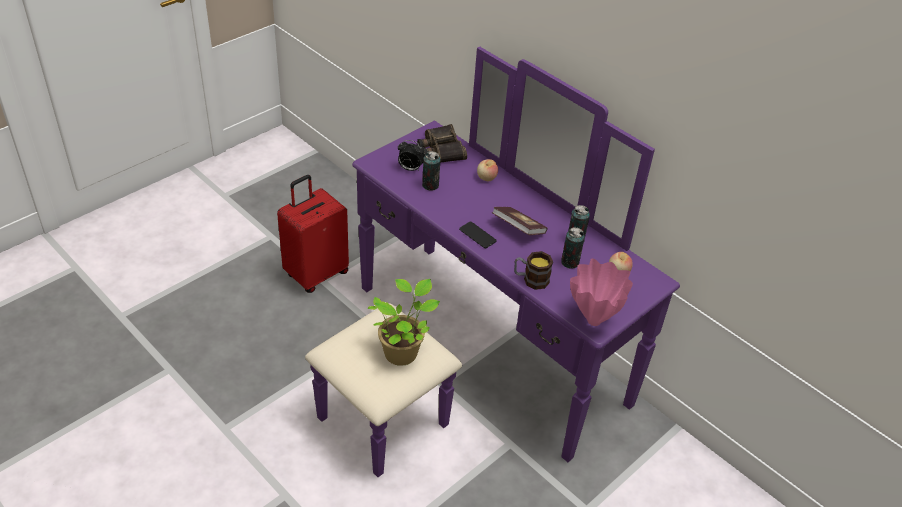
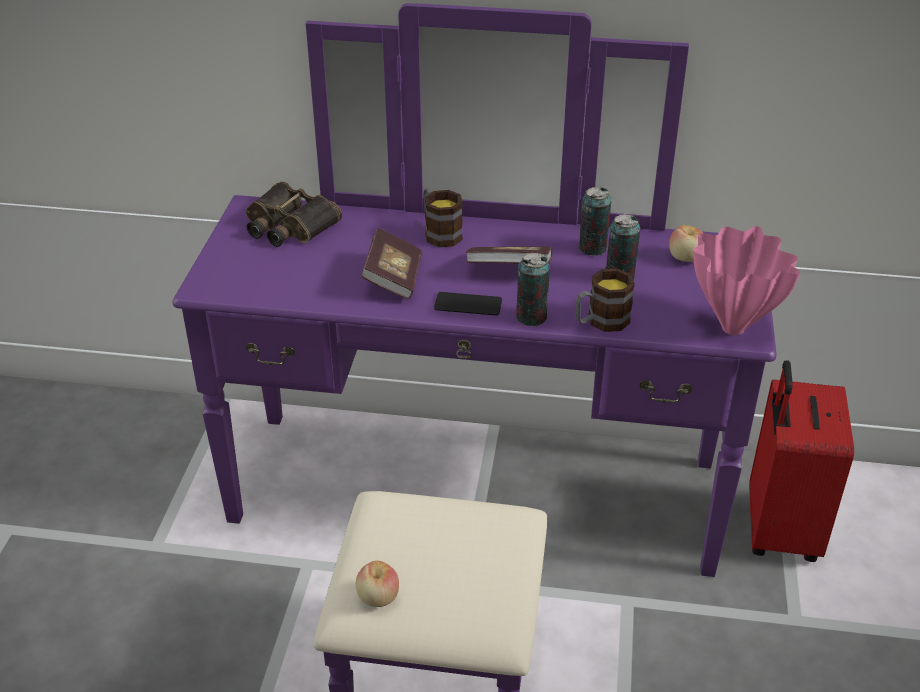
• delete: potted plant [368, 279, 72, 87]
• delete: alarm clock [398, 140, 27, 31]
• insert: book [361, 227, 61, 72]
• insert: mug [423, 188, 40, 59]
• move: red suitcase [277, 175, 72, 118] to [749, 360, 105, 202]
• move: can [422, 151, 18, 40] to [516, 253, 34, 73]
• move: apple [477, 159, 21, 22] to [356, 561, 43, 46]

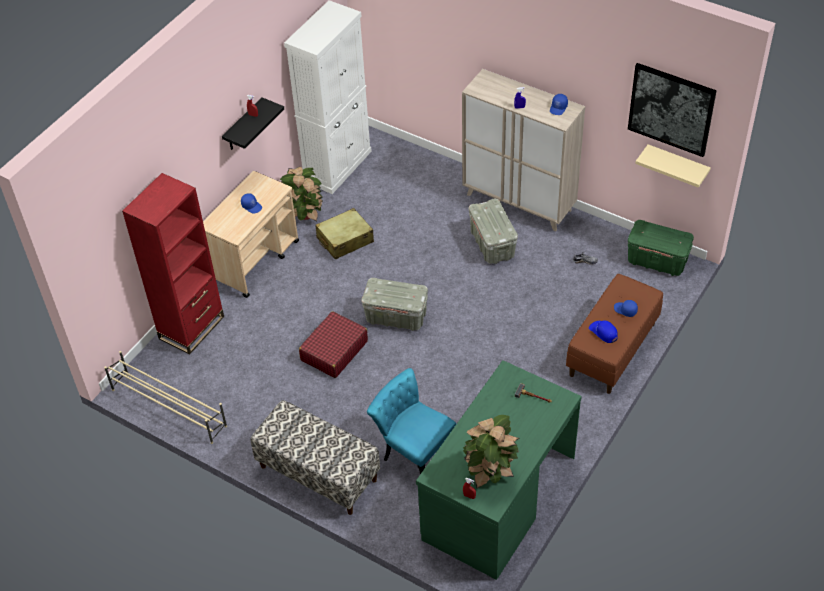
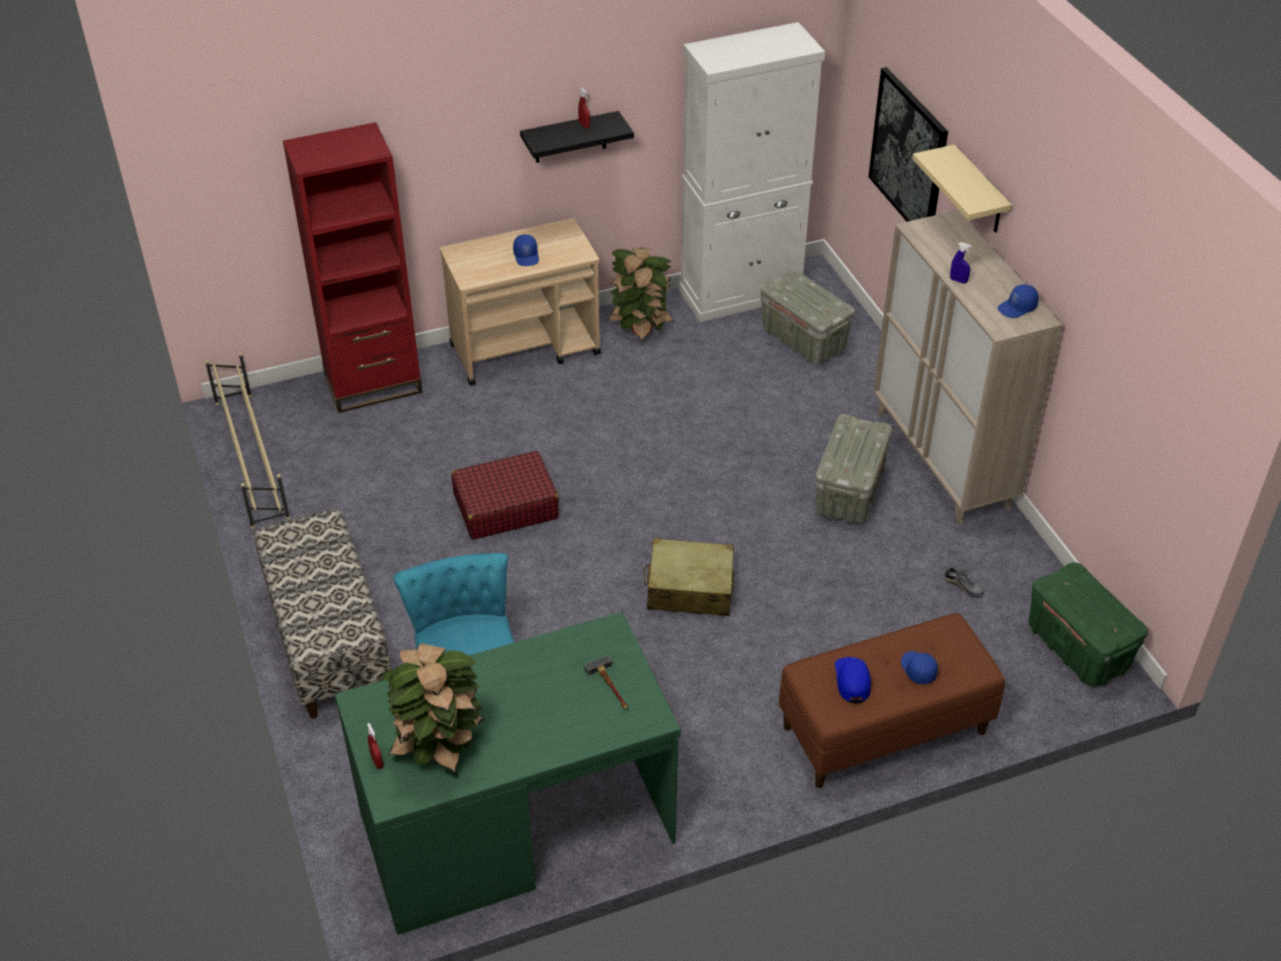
• move: beige suitcase [315, 208, 59, 52] to [644, 538, 90, 78]
• move: grey storage box [361, 278, 67, 53] to [760, 270, 95, 94]
• move: picture [628, 63, 89, 94] to [868, 67, 80, 155]
• move: beige shelf [635, 144, 76, 44] to [912, 145, 100, 88]

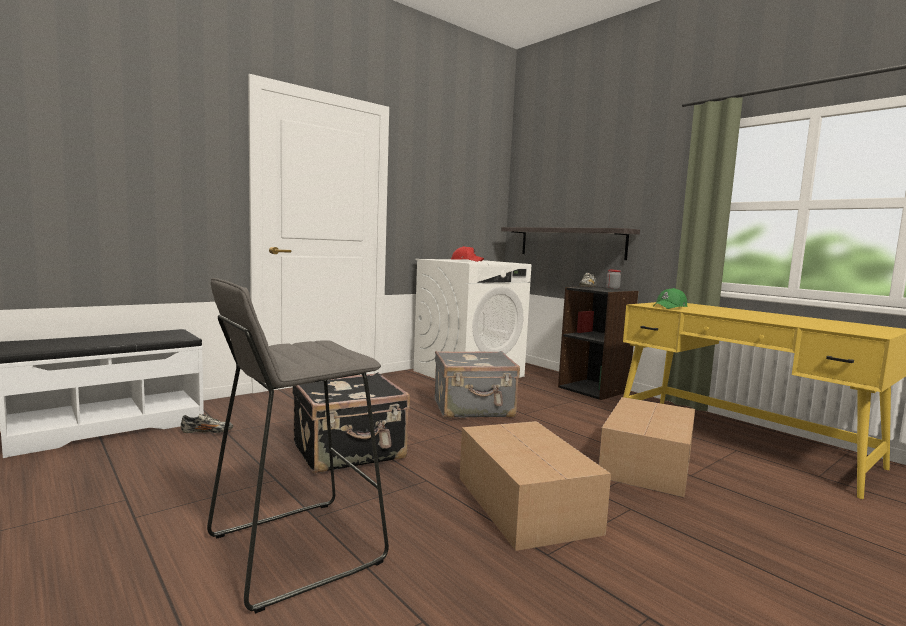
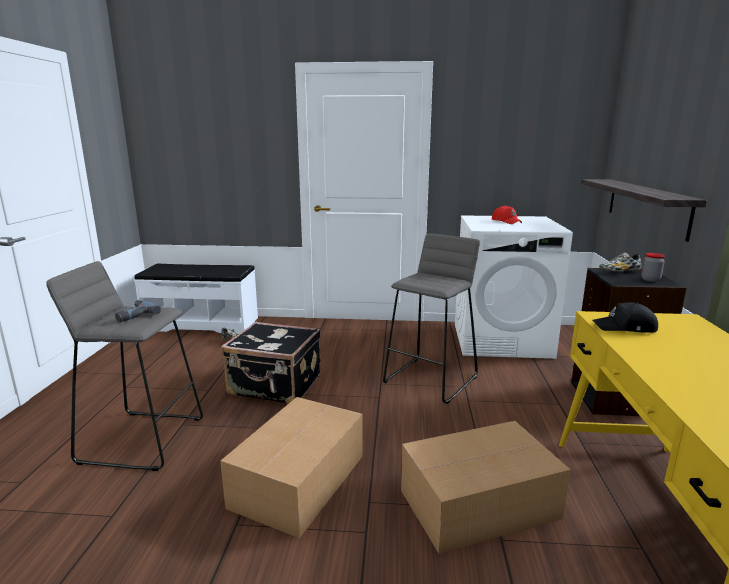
• insert: power drill [115, 300, 46, 22]
• replace: grey suitcase [435, 351, 85, 67] to grey stool [383, 233, 97, 171]
• recolor: green cap [653, 288, 34, 21] to black cap [592, 302, 66, 31]

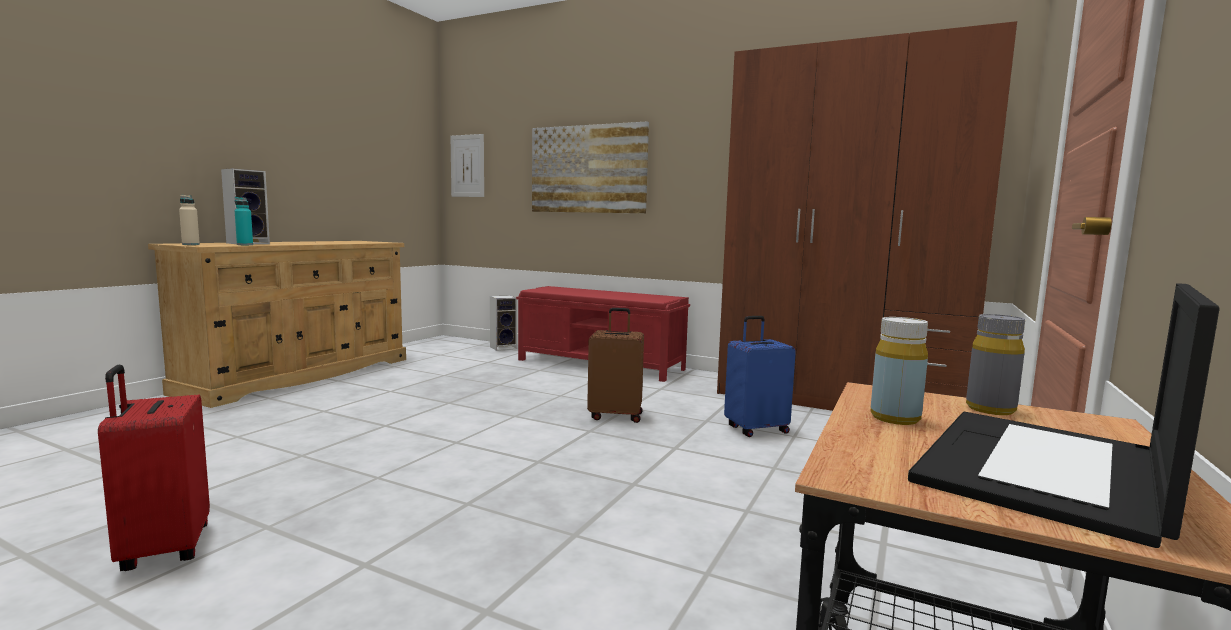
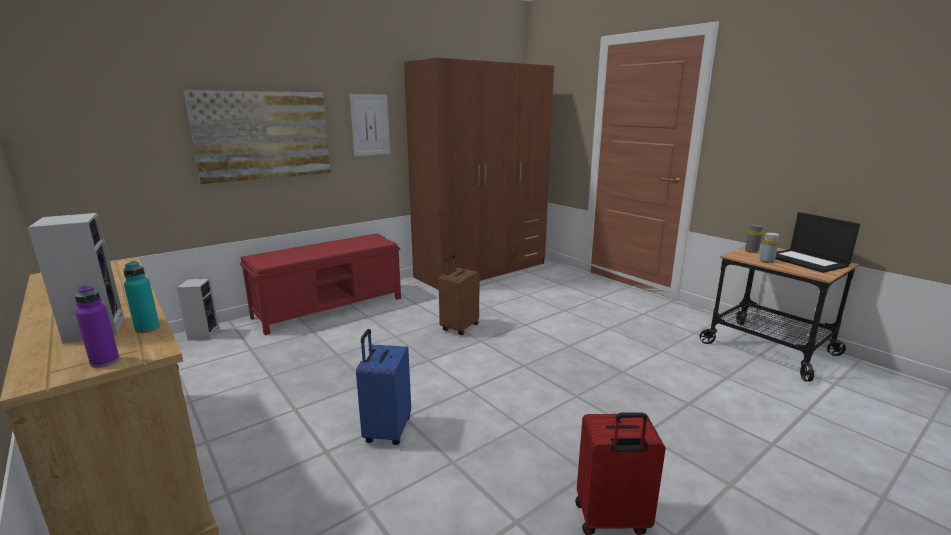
• move: picture [451, 134, 33, 63] to [350, 94, 40, 62]
• move: blue suitcase [724, 316, 72, 121] to [356, 329, 55, 116]
• recolor: beige bottle [179, 195, 21, 50] to purple bottle [75, 285, 45, 83]

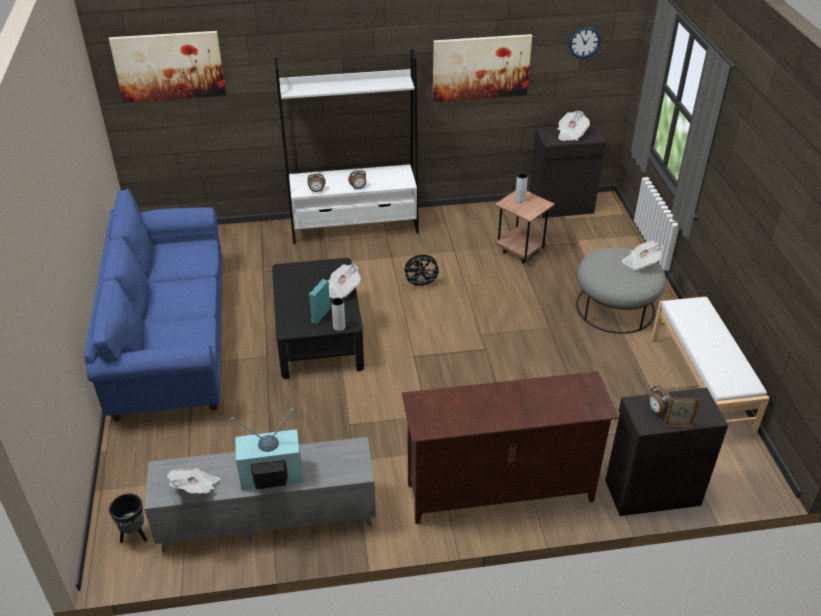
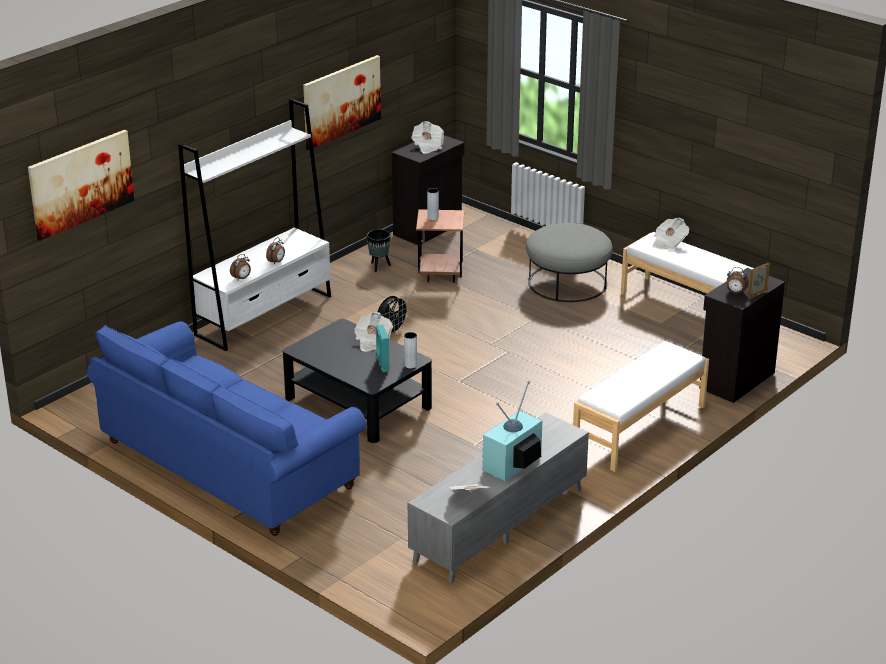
• delete: wall clock [569, 27, 31, 31]
• move: black planter [109, 494, 38, 49] to [367, 229, 24, 43]
• move: newspaper [622, 241, 42, 30] to [652, 218, 37, 32]
• replace: brown tv stand [402, 371, 217, 153] to white bench [573, 341, 136, 131]

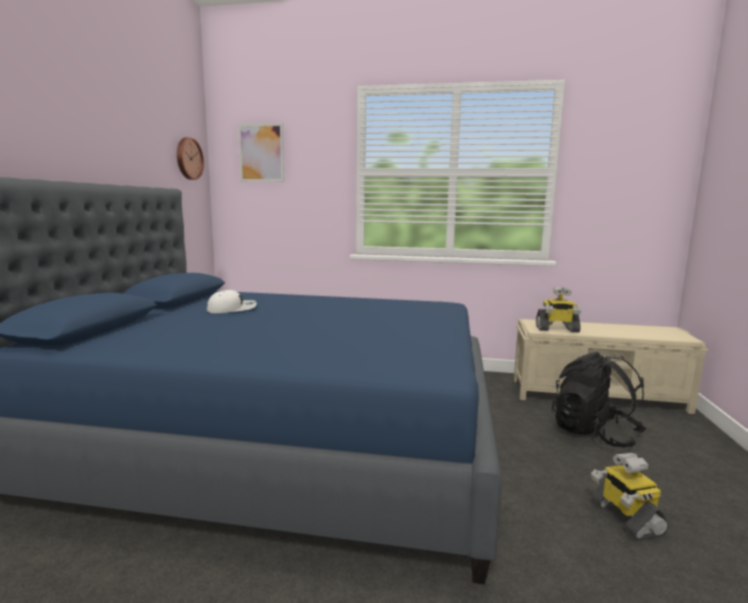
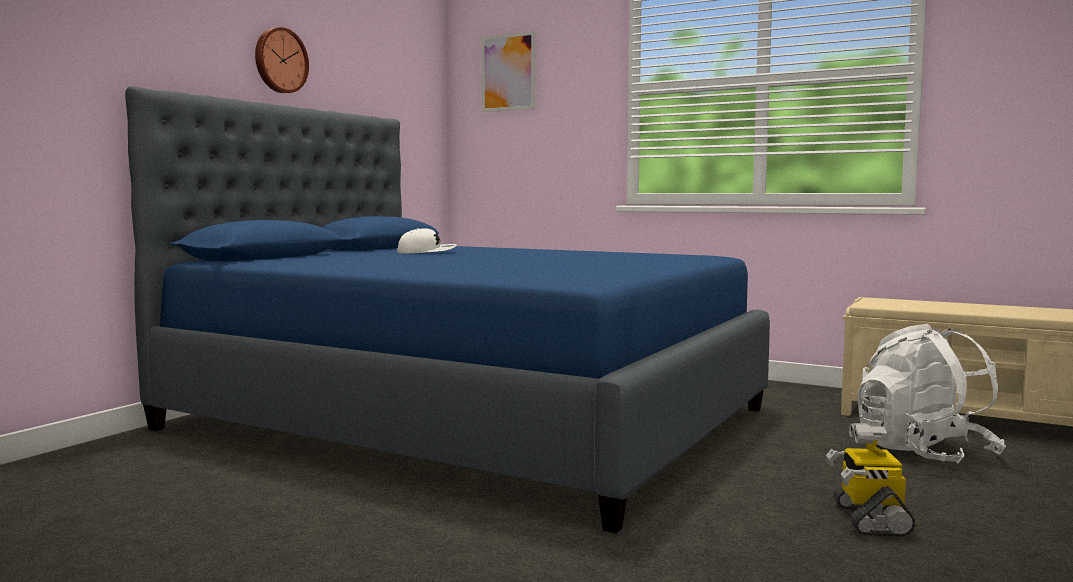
• delete: toy robot [536, 287, 45, 45]
• move: wall clock [177, 137, 27, 43] to [255, 27, 54, 66]
• recolor: black backpack [552, 352, 95, 96] to white backpack [857, 324, 149, 140]

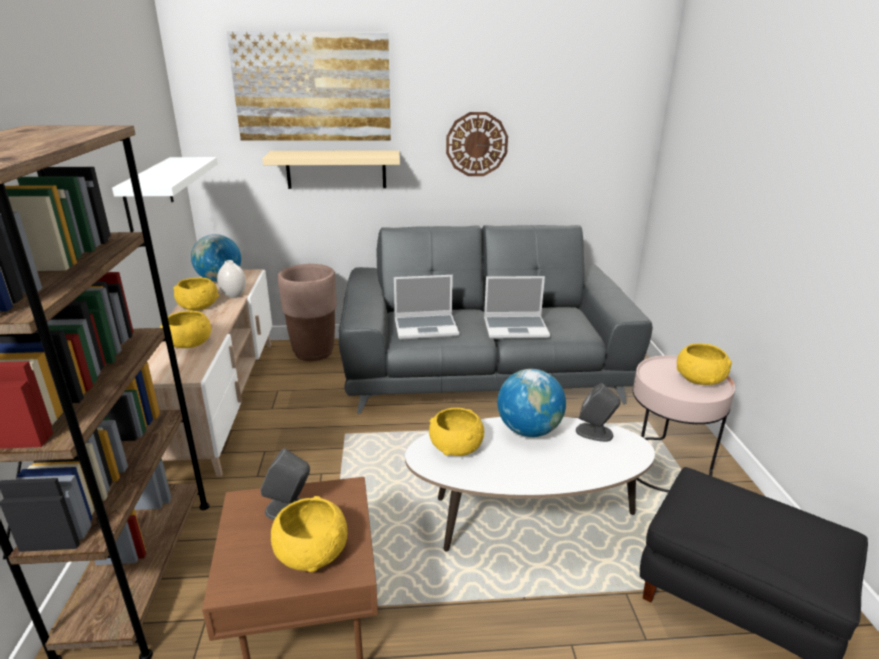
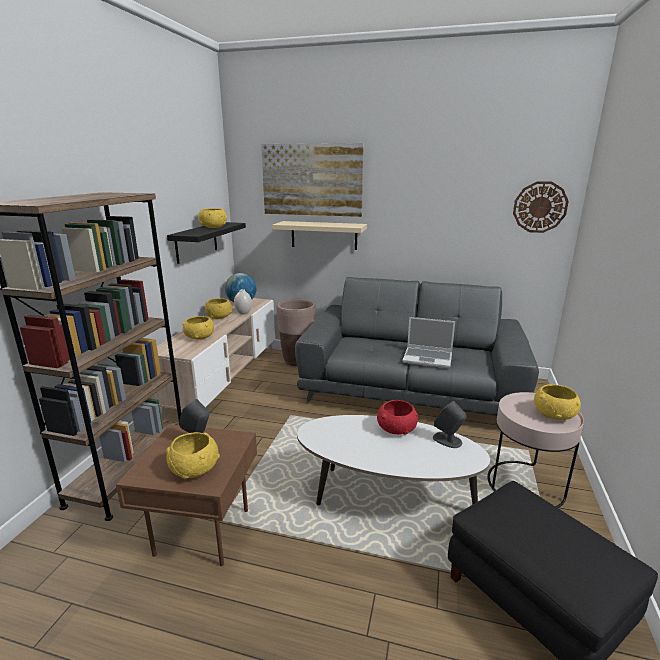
• delete: laptop [394, 275, 65, 64]
• move: yellow bowl [429, 408, 55, 48] to [198, 208, 29, 20]
• move: wall clock [446, 112, 62, 64] to [513, 181, 56, 52]
• replace: globe [497, 369, 69, 68] to red bowl [377, 400, 41, 35]
• recolor: white shelf [112, 157, 106, 75] to black shelf [167, 222, 79, 42]

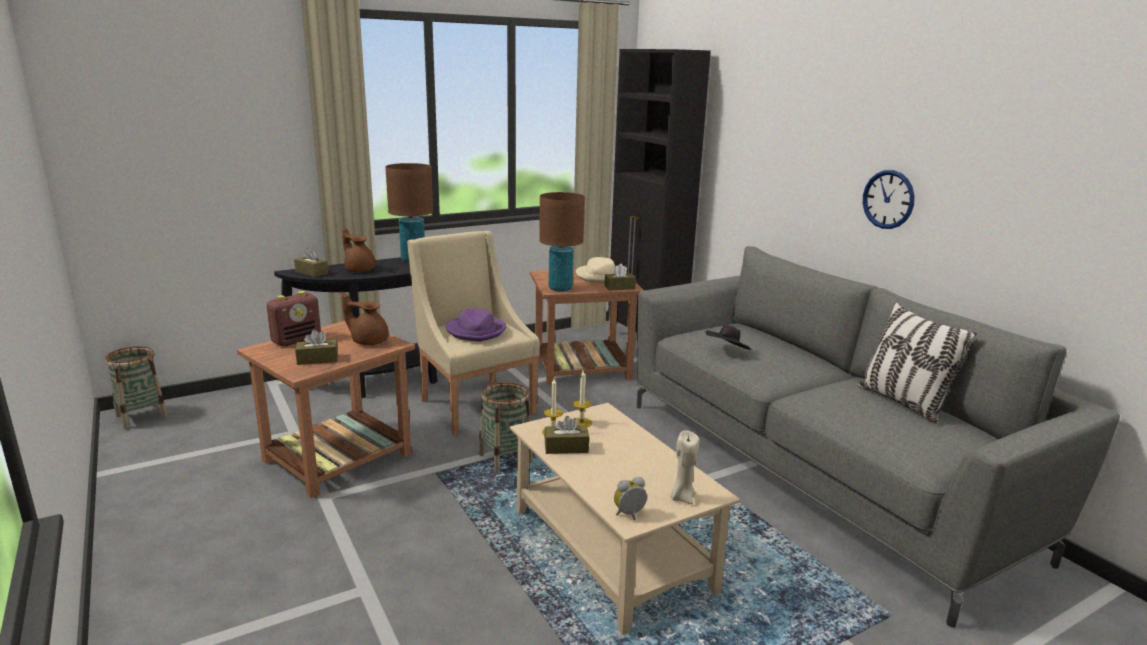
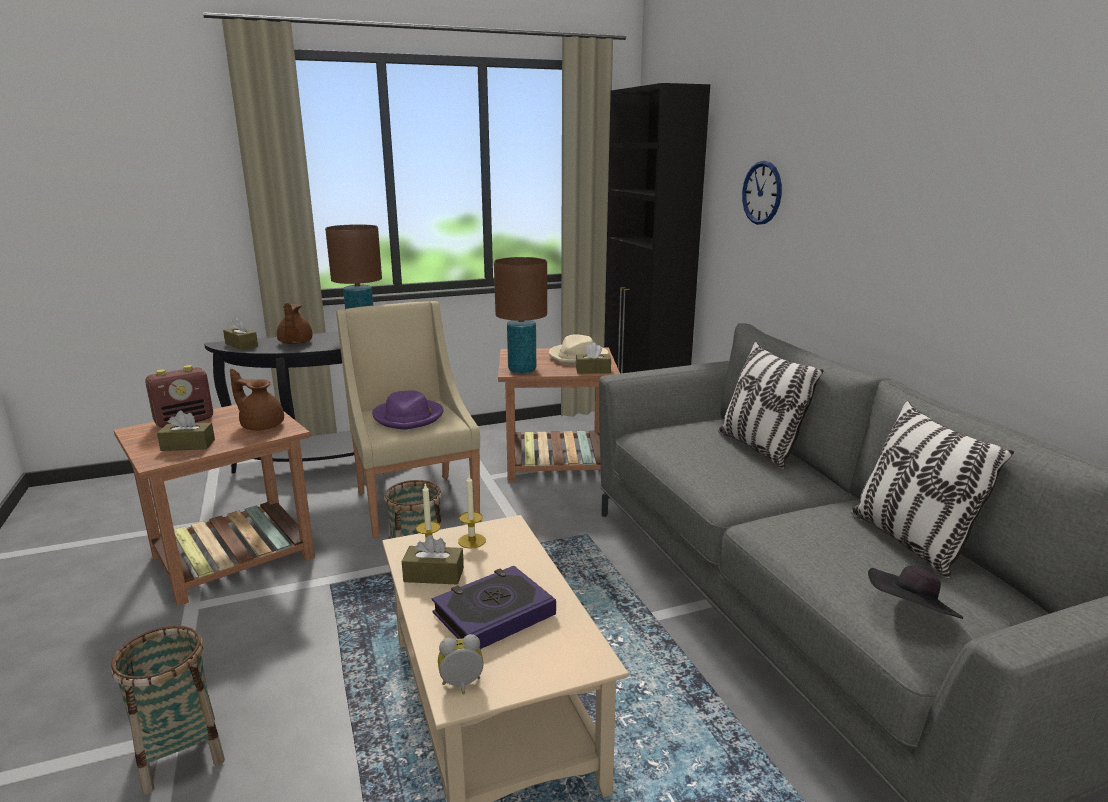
• delete: beige candle [670, 430, 29, 74]
• insert: book [432, 566, 124, 83]
• insert: pillow [719, 342, 105, 127]
• move: basket [105, 346, 63, 83] to [110, 625, 115, 170]
• move: black hat [706, 325, 45, 25] to [868, 566, 95, 53]
• move: wall clock [863, 170, 52, 59] to [742, 161, 40, 64]
• rotate: brown teapot [342, 227, 34, 45] = [277, 303, 35, 41] 150 degrees counterclockwise

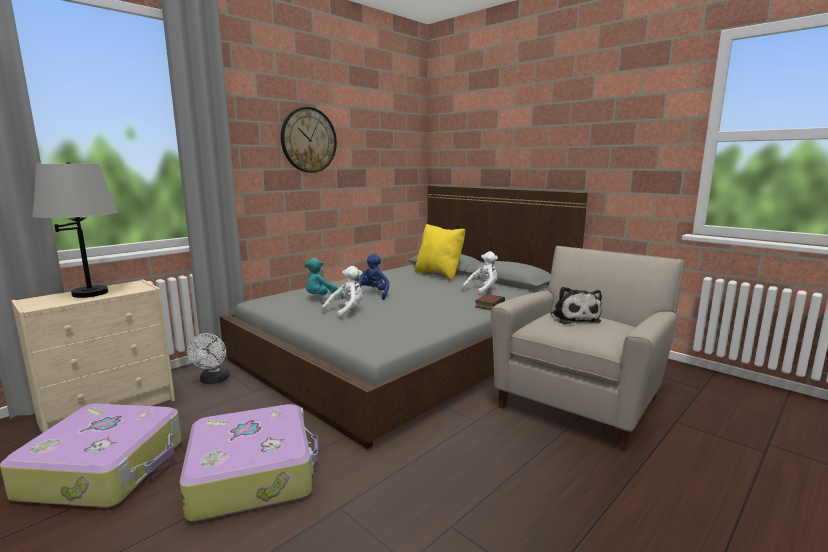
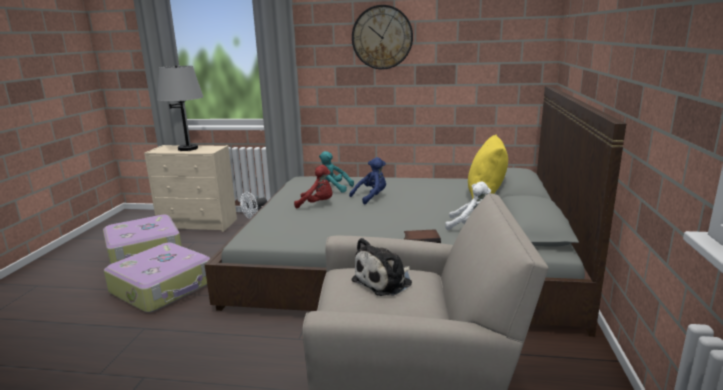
• recolor: white plush toy [321, 266, 42, 53] to red plush toy [294, 165, 39, 43]

